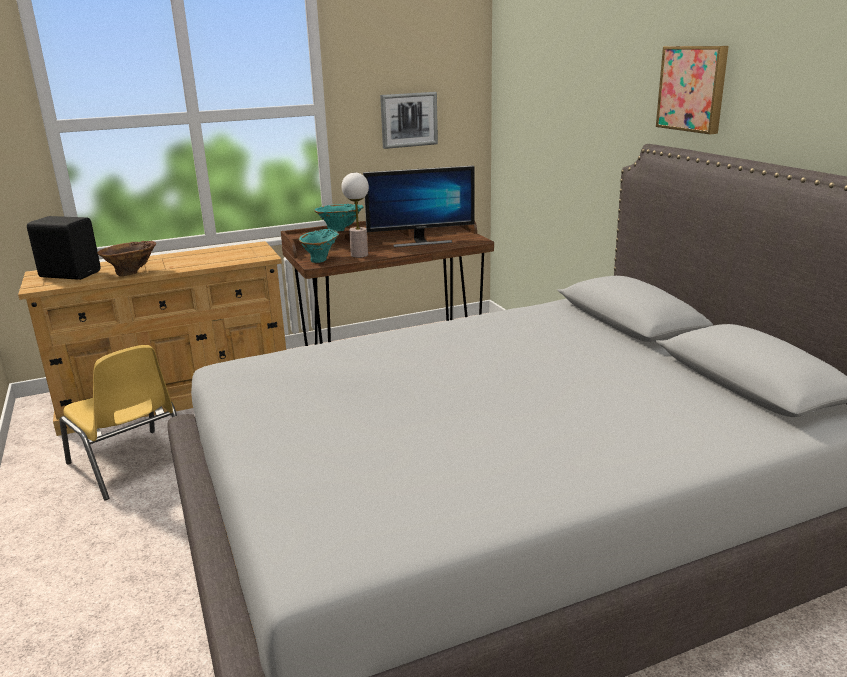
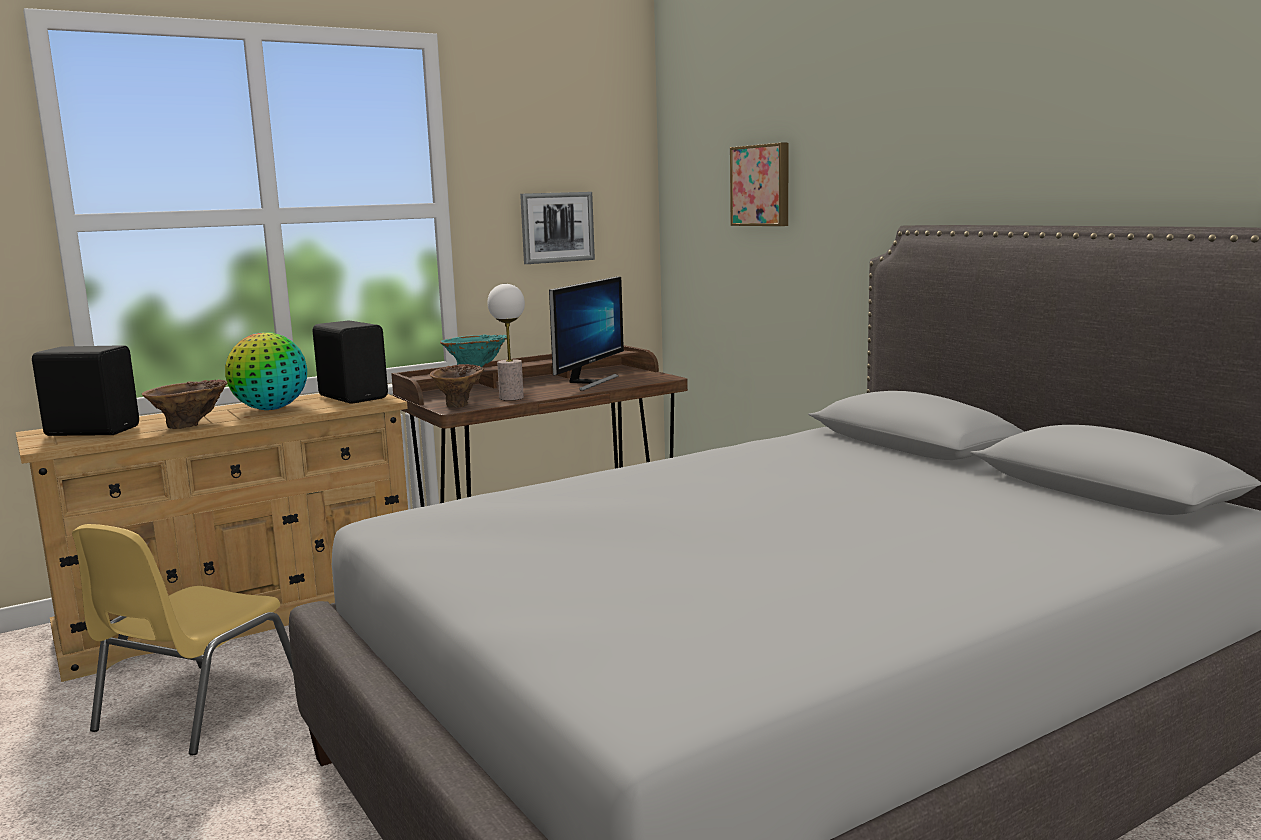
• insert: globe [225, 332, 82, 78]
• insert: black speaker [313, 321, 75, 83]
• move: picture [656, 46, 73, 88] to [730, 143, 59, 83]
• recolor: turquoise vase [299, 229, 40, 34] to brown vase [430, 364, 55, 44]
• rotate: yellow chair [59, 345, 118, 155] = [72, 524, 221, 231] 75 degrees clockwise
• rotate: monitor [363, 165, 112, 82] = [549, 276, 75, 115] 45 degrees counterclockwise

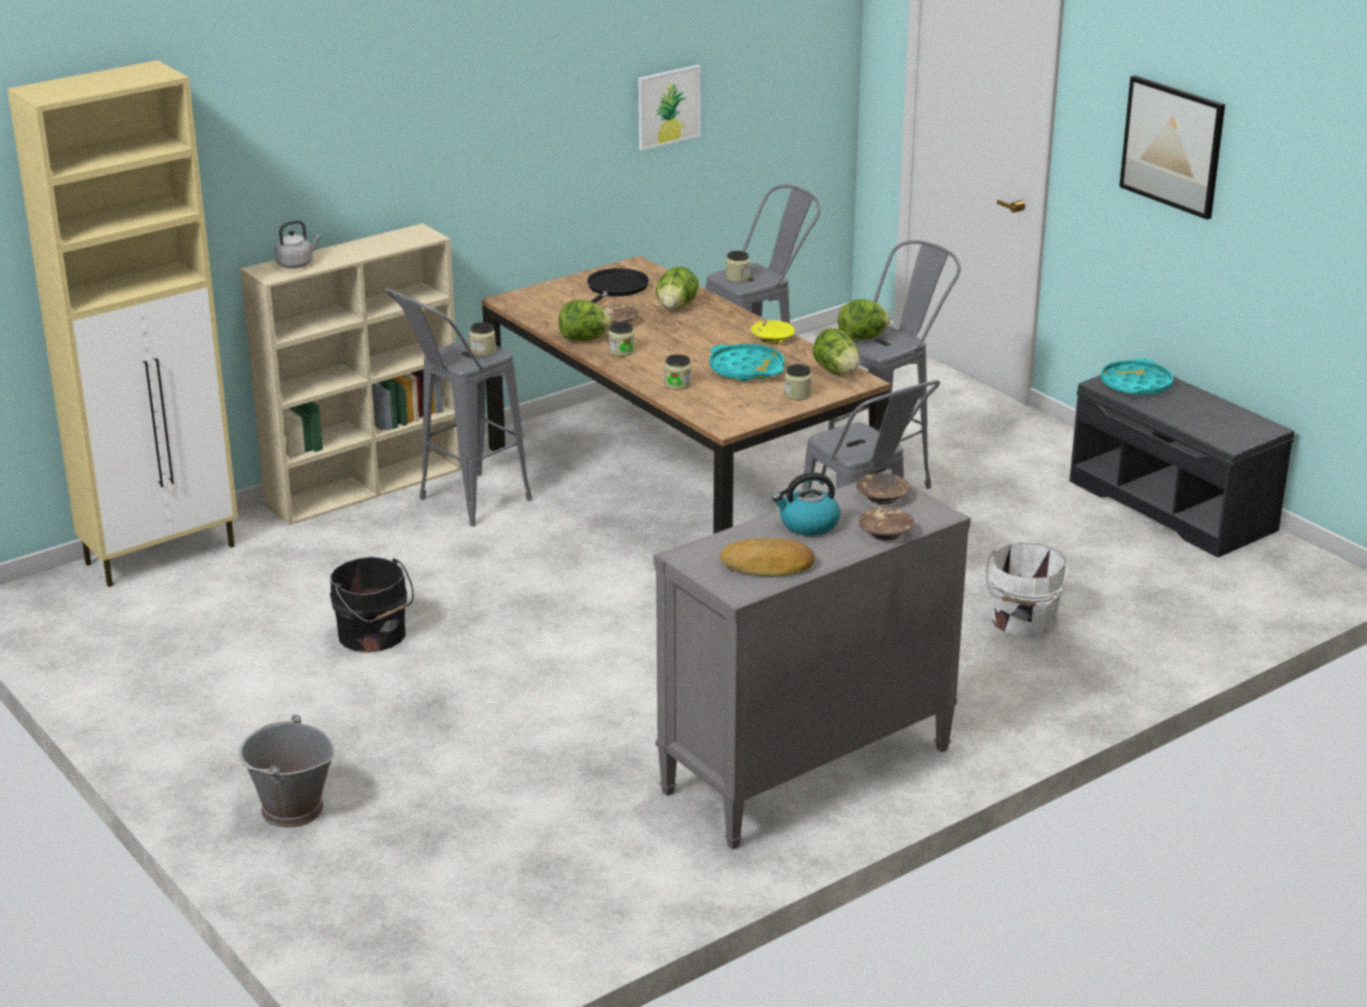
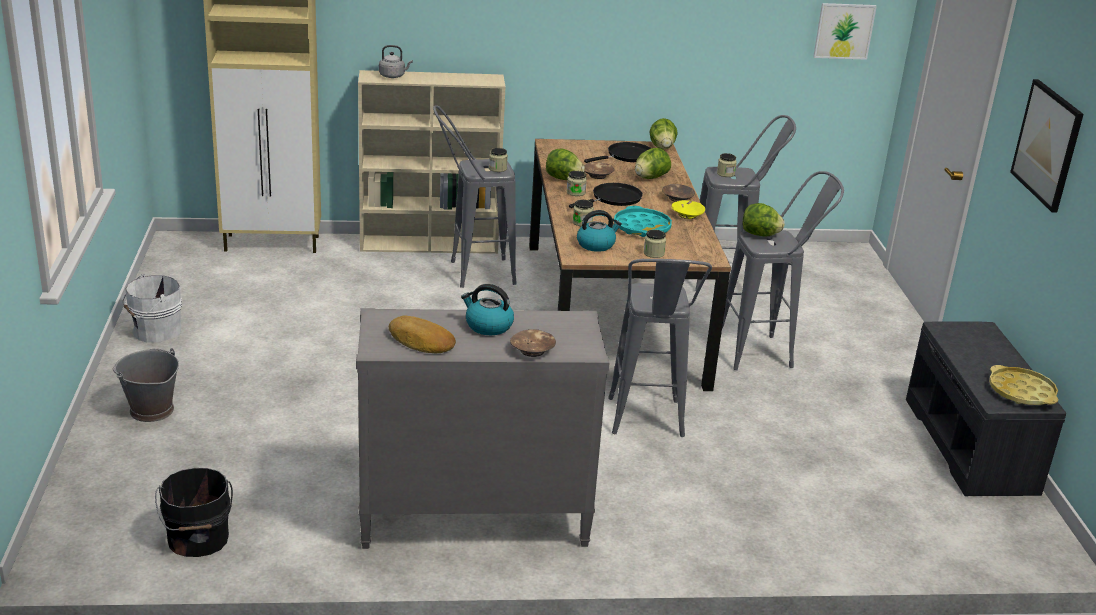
• delete: turquoise tray [1101, 358, 73, 37]
• insert: black frying pan [569, 183, 74, 25]
• insert: kettle [577, 210, 45, 42]
• insert: yellow tray [989, 365, 70, 40]
• move: black bucket [330, 557, 84, 96] to [155, 468, 78, 89]
• move: picture [638, 65, 63, 85] to [813, 3, 64, 57]
• move: lettuce [813, 328, 47, 46] to [649, 118, 29, 32]
• move: brown bowl [856, 473, 54, 31] to [662, 184, 33, 18]
• move: white bucket [986, 543, 82, 94] to [122, 274, 60, 69]

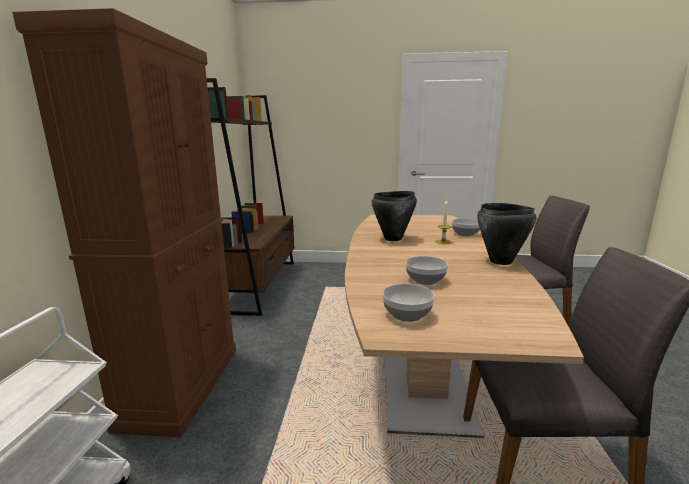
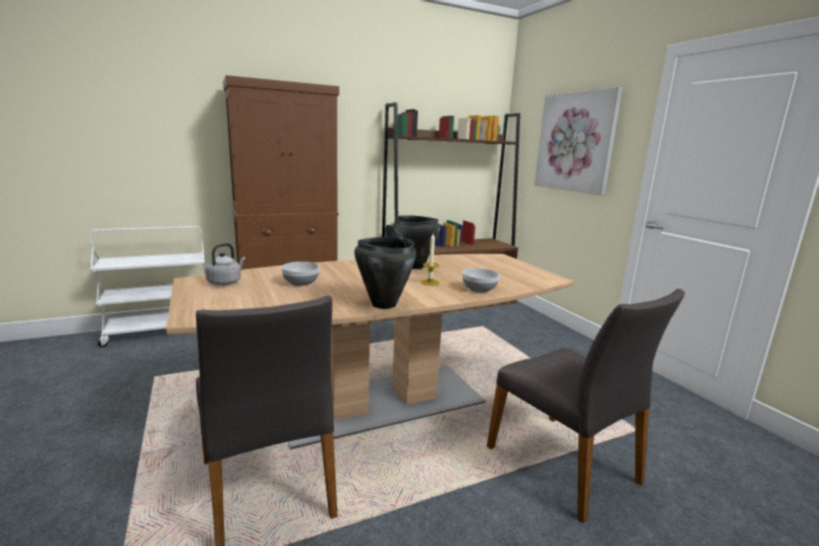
• insert: picture [534, 87, 88, 108]
• replace: bowl [383, 284, 52, 38] to grey kettle [205, 243, 41, 42]

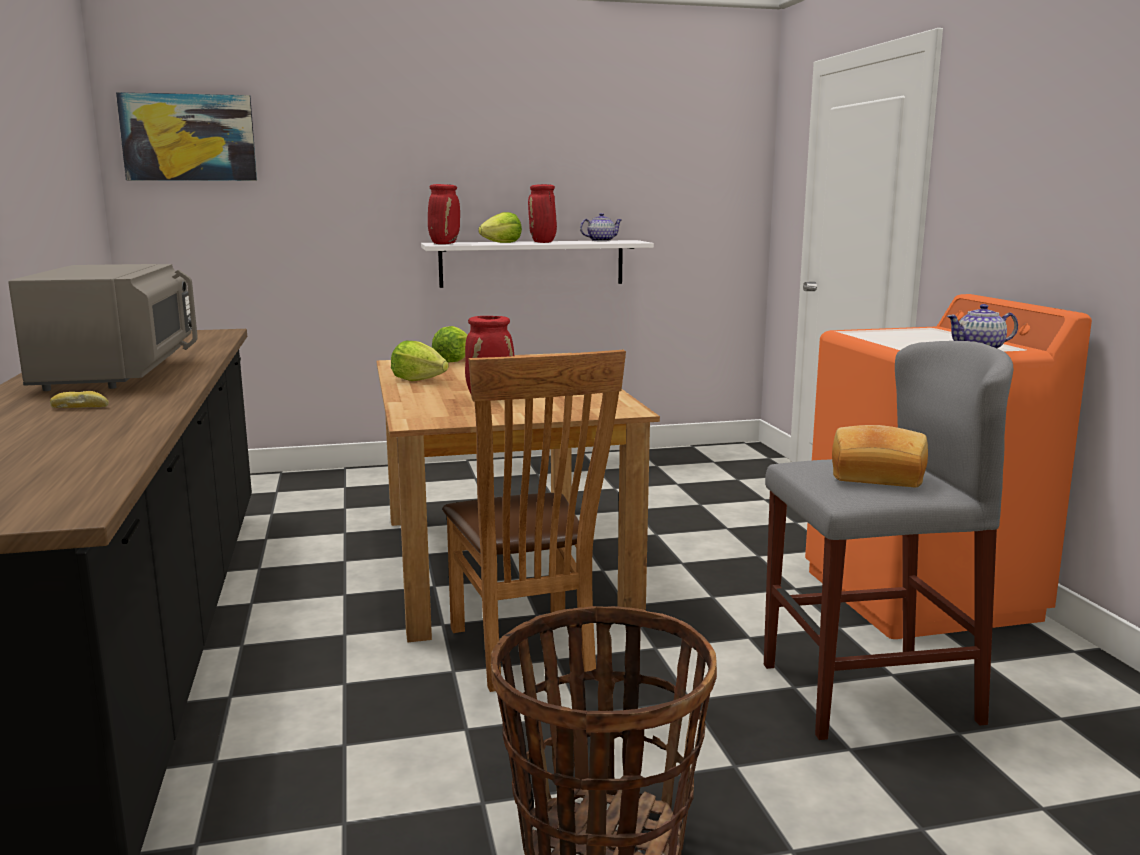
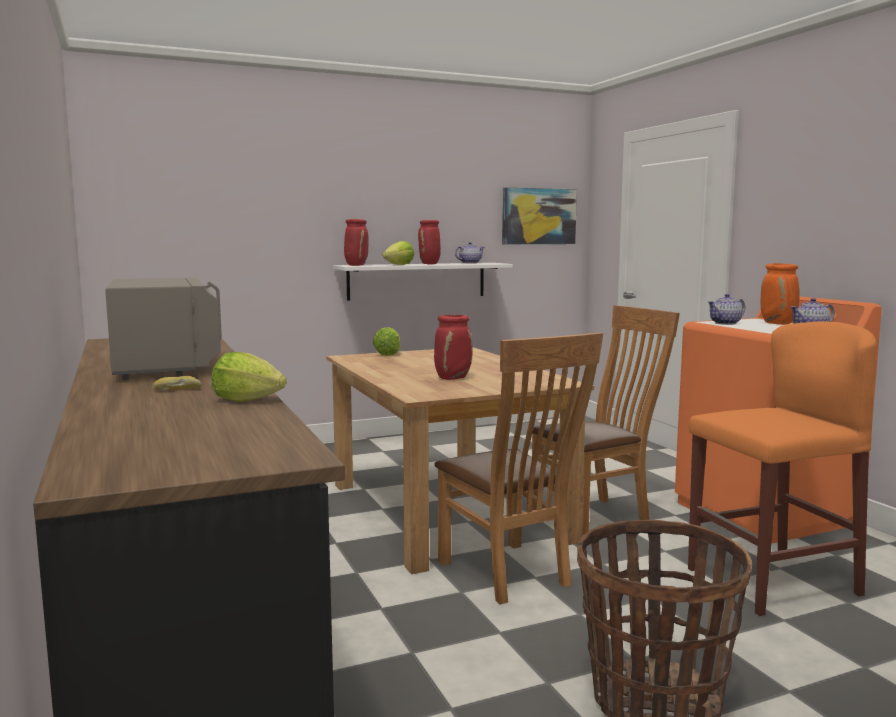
• delete: bread [832, 425, 96, 62]
• insert: brown chair [532, 305, 148, 231]
• insert: teapot [708, 294, 37, 31]
• insert: orange vase [761, 263, 39, 62]
• move: picture [116, 92, 141, 89] to [502, 188, 75, 56]
• move: lettuce [391, 341, 58, 40] to [212, 352, 74, 50]
• recolor: grey stool [764, 341, 249, 399] to orange stool [688, 322, 188, 294]

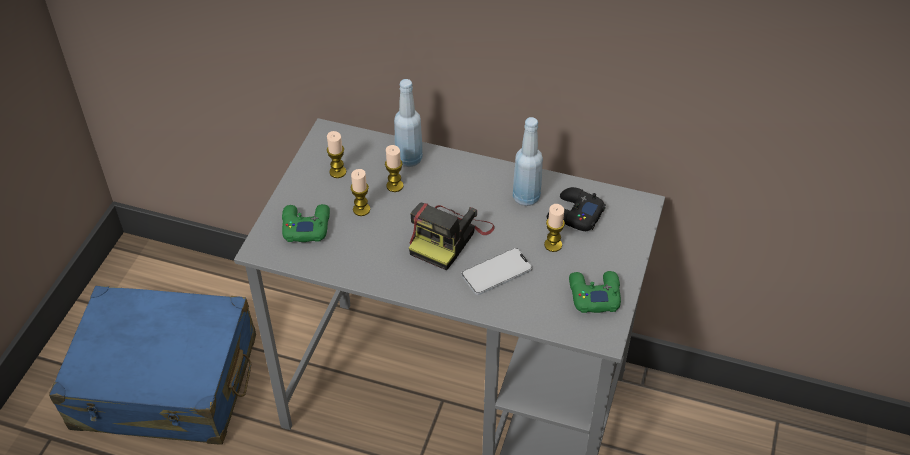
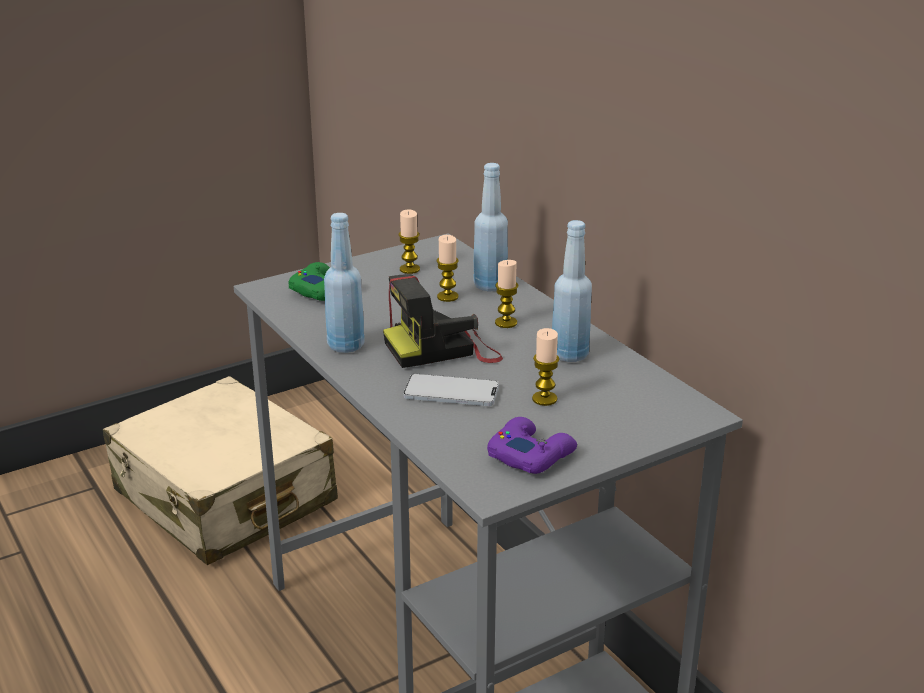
• delete: black game controller [547, 187, 59, 44]
• insert: blue bottle [324, 213, 41, 140]
• move: candle [350, 169, 20, 47] to [495, 260, 23, 68]
• recolor: blue suitcase [49, 286, 207, 159] to beige suitcase [102, 376, 236, 189]
• recolor: green game controller [569, 271, 52, 42] to purple game controller [487, 417, 90, 57]

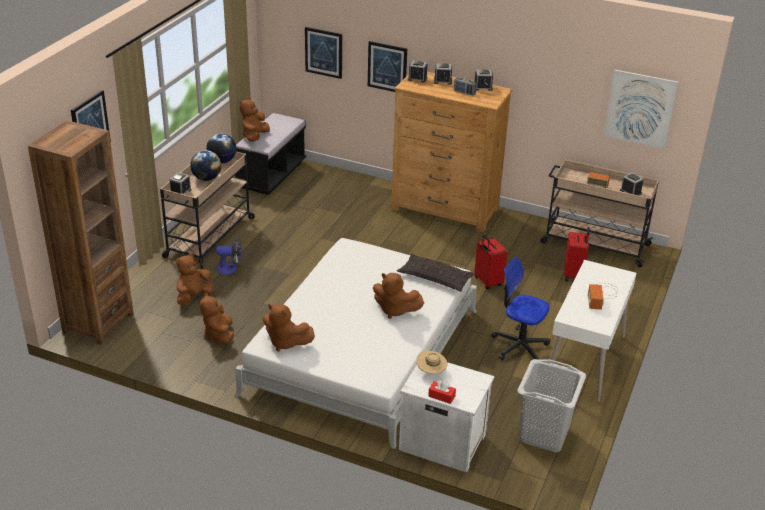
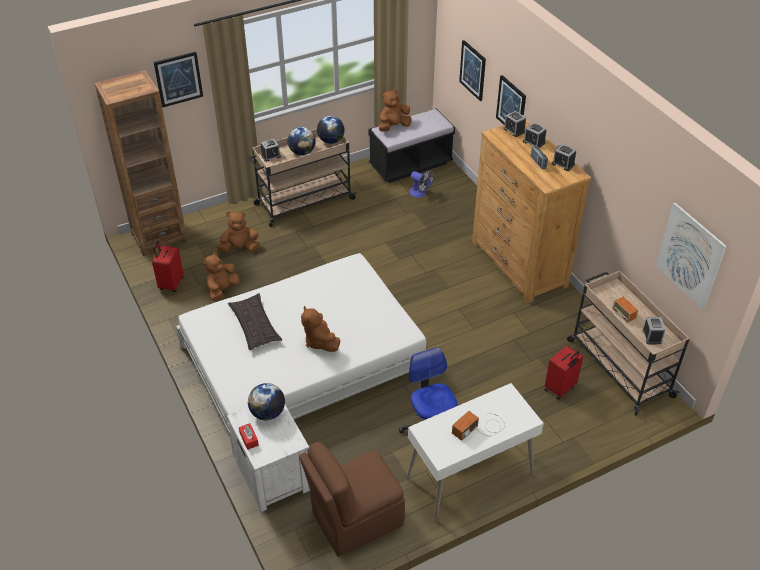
• delete: brown plush toy [263, 304, 52, 47]
• move: fan [216, 238, 26, 37] to [409, 170, 25, 28]
• move: pillow [397, 253, 79, 39] to [228, 293, 54, 57]
• move: red suitcase [474, 235, 33, 54] to [152, 241, 32, 51]
• replace: beige hat [417, 350, 30, 24] to globe [248, 383, 37, 37]
• replace: grey laundry basket [517, 359, 69, 93] to brown chair [299, 442, 106, 115]

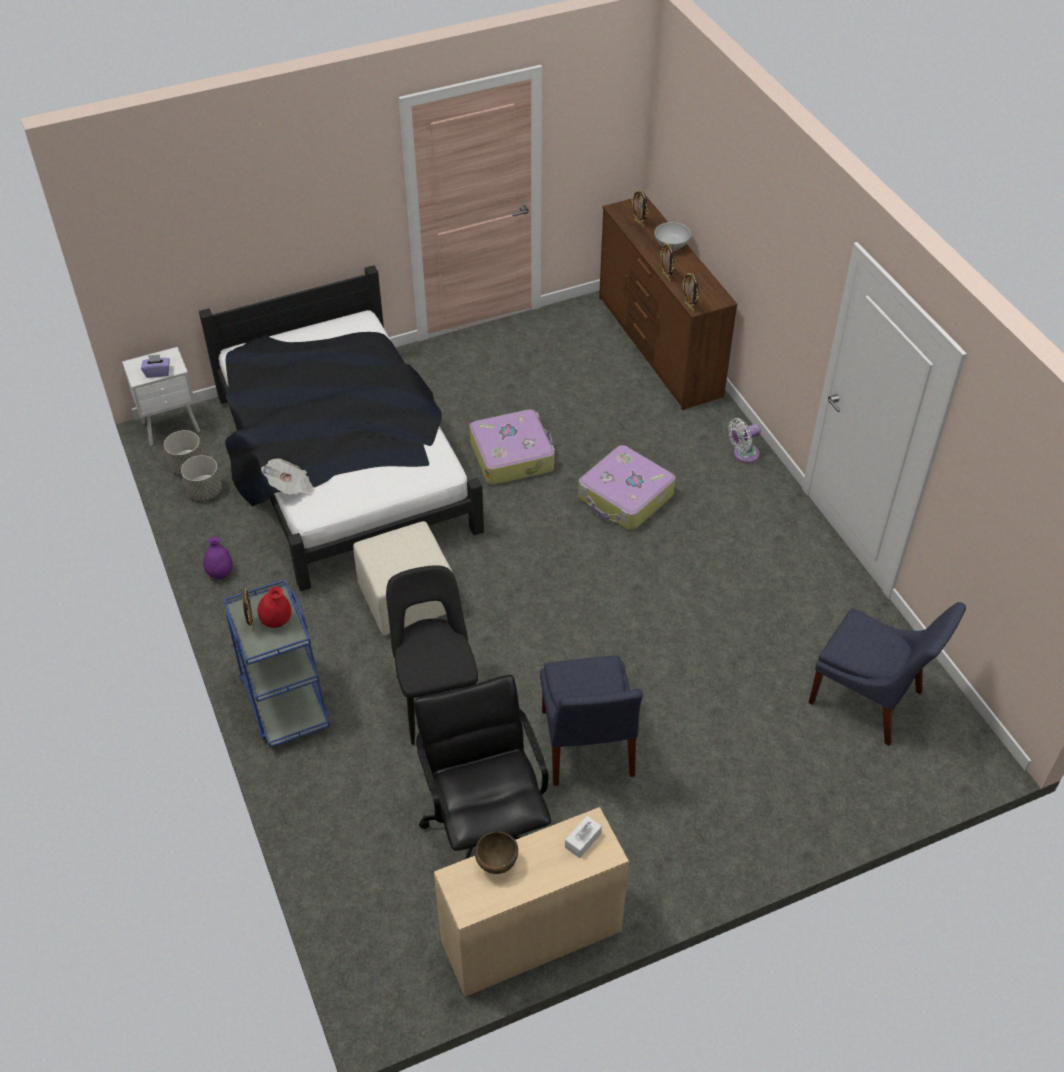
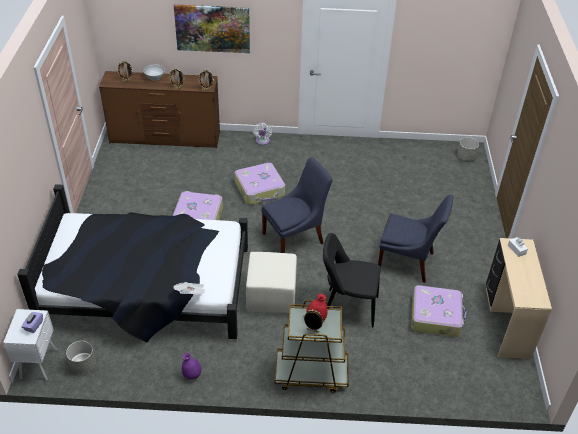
• delete: brown bowl [475, 831, 43, 43]
• insert: picture [174, 4, 76, 49]
• move: grey planter [181, 455, 41, 45] to [457, 137, 22, 24]
• move: blue chair [808, 602, 158, 144] to [261, 157, 72, 96]
• replace: black office chair [414, 675, 137, 184] to suitcase [411, 285, 56, 52]
• recolor: blue cart [223, 579, 107, 169] to brown cart [275, 300, 74, 93]

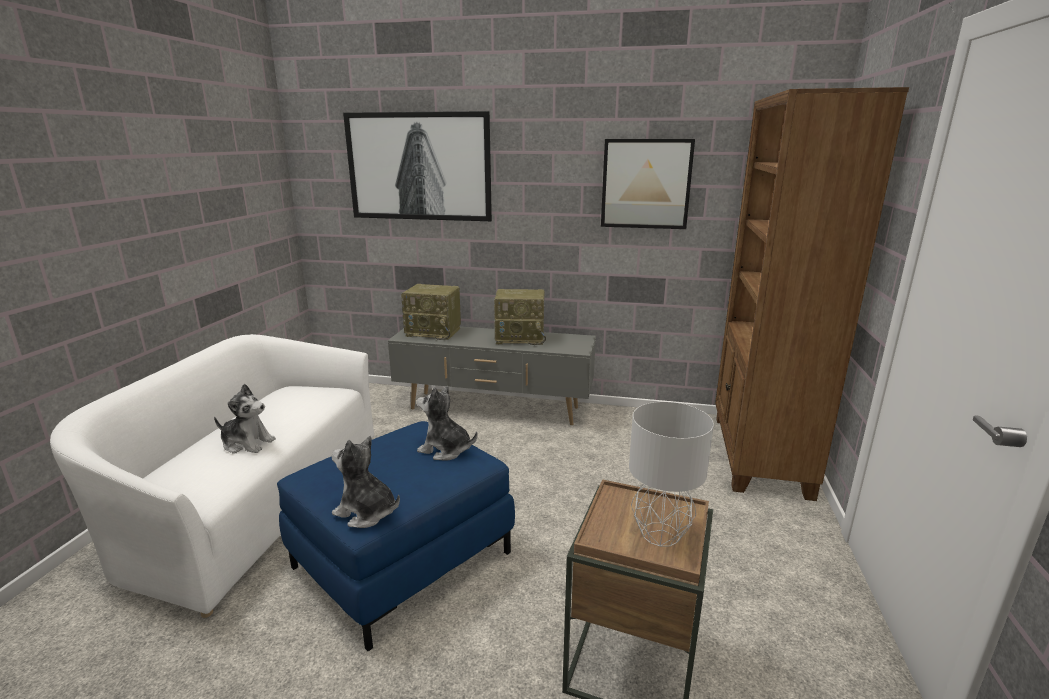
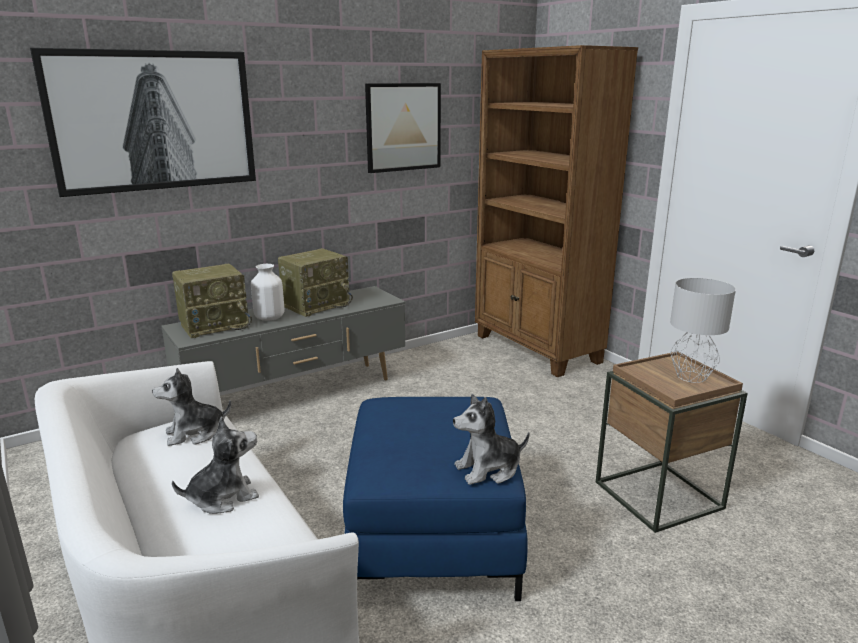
• insert: white vase [251, 264, 33, 57]
• move: plush toy [417, 386, 60, 74] to [152, 368, 79, 78]

